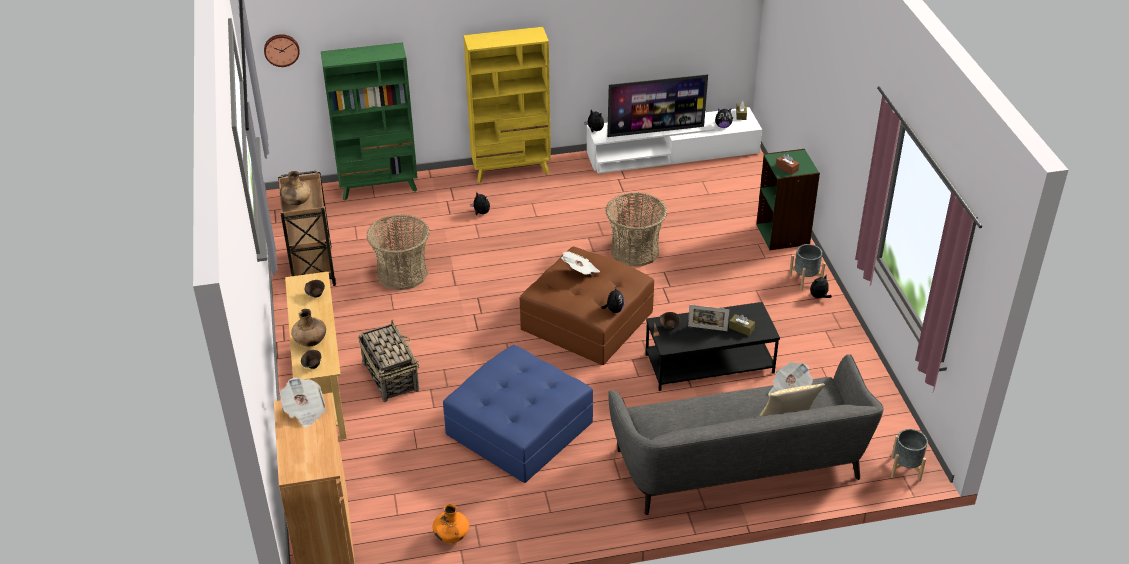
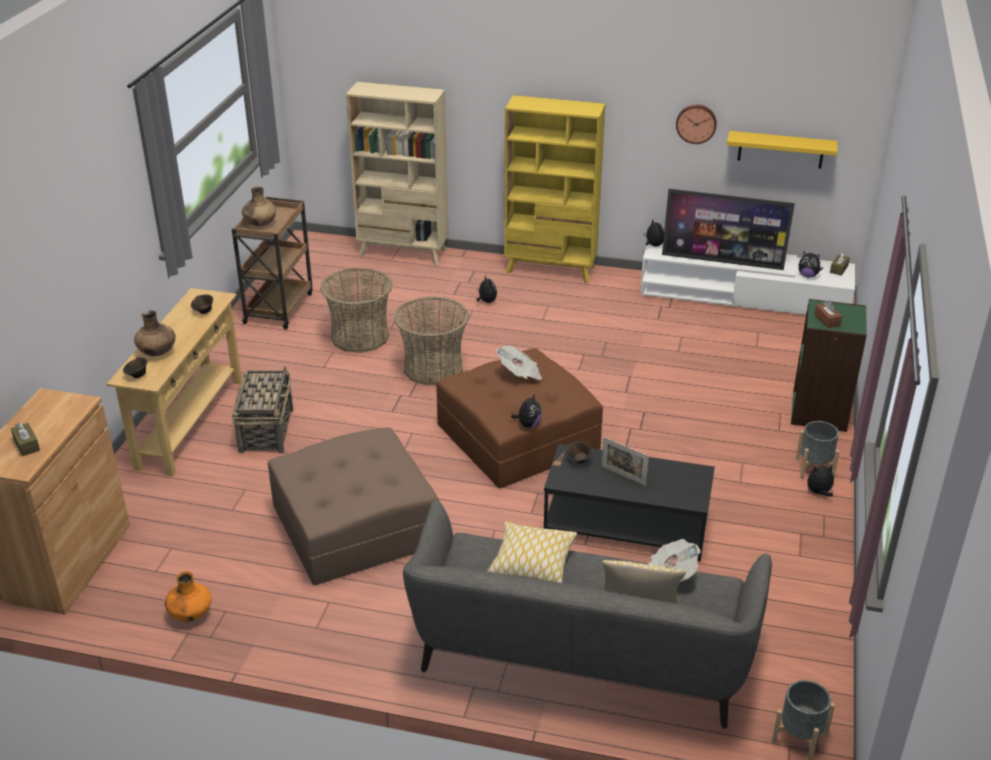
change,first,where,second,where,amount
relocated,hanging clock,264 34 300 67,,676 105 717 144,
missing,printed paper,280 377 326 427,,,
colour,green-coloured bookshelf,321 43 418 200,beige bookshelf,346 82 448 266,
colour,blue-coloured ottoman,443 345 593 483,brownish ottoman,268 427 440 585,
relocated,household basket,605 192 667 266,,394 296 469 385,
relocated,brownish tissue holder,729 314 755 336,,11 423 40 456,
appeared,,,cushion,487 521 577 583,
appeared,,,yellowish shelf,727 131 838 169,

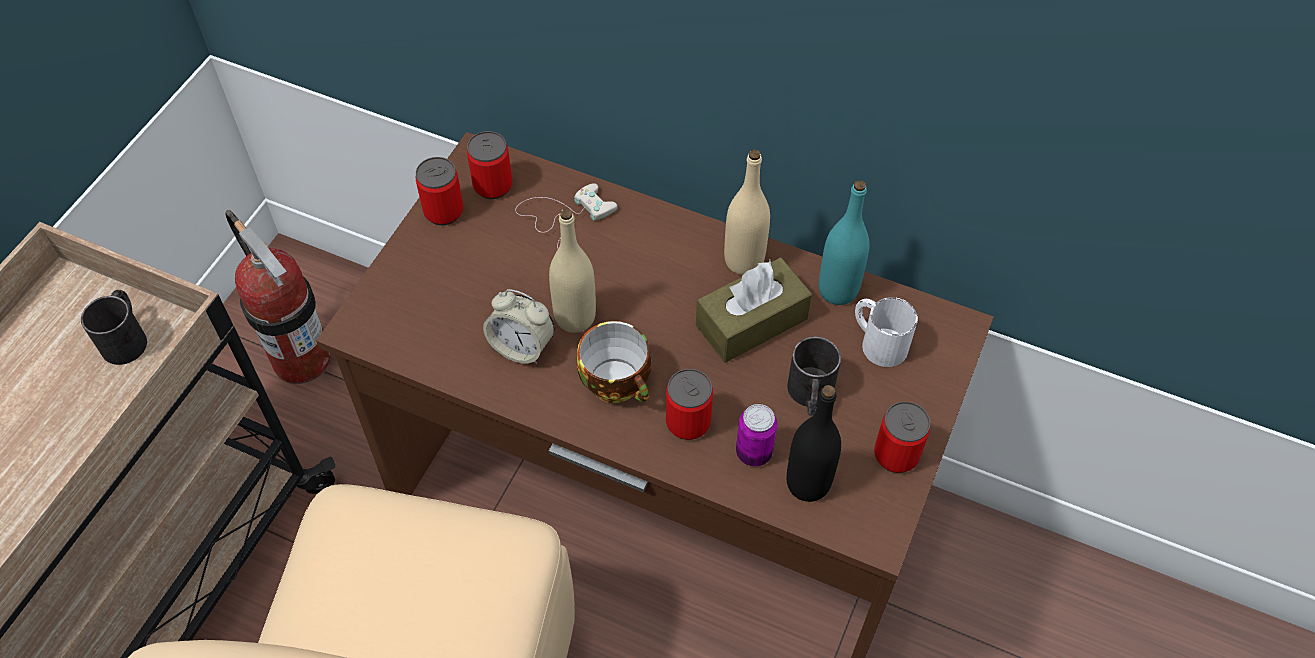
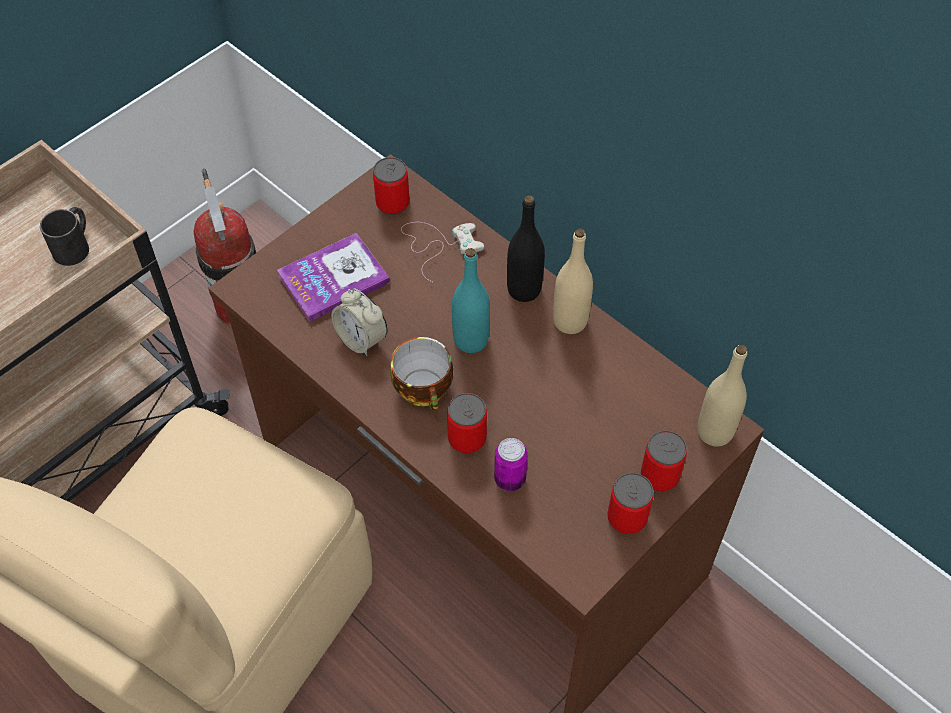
change,first,where,second,where,amount
relocated,metal can,416 157 464 226,,641 430 687 492,
relocated,beige beverage bottle,549 209 596 333,,698 345 747 447,
missing,brownish tissue holder,696 258 812 363,,,
missing,black-coloured mug,787 337 841 416,,,
relocated,black-coloured beverage bottle,787 385 841 502,,507 195 545 302,
relocated,turquoise beverage bottle,819 180 870 305,,452 248 490 353,
missing,white-coloured mug,855 297 918 367,,,
appeared,,,volume,277 233 390 322,

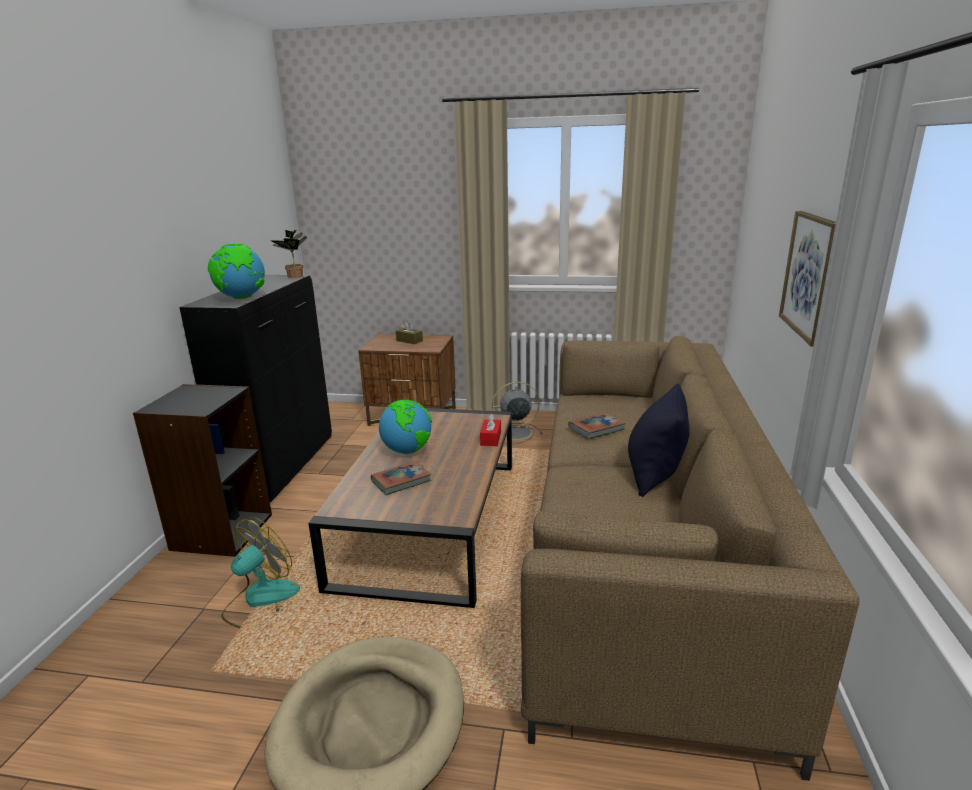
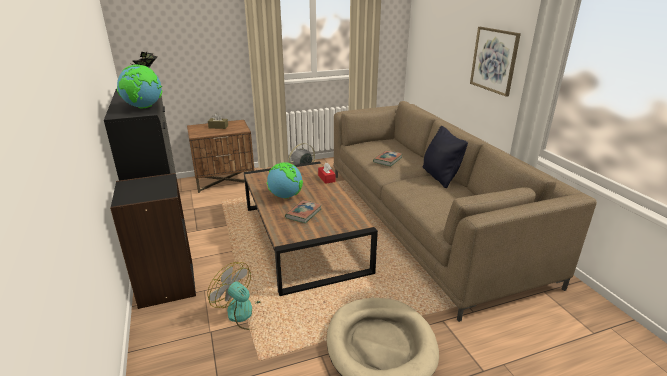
change,first,where,second,where,amount
spun,cooling fan,221 517 300 628,,207 262 261 330,60 degrees counterclockwise

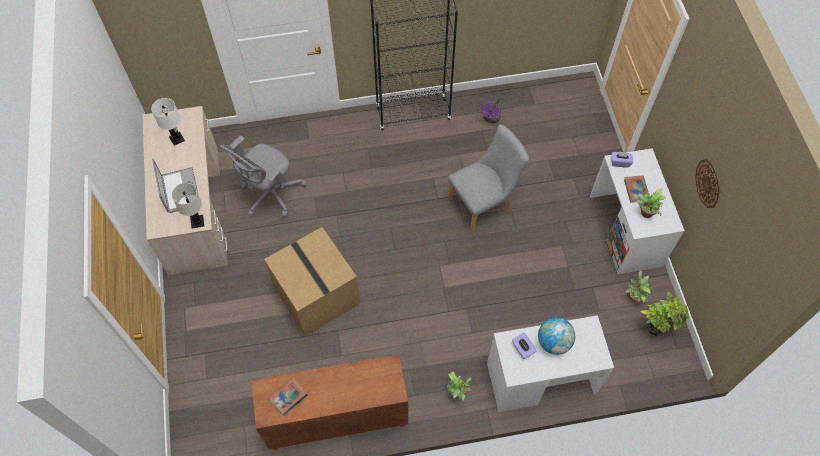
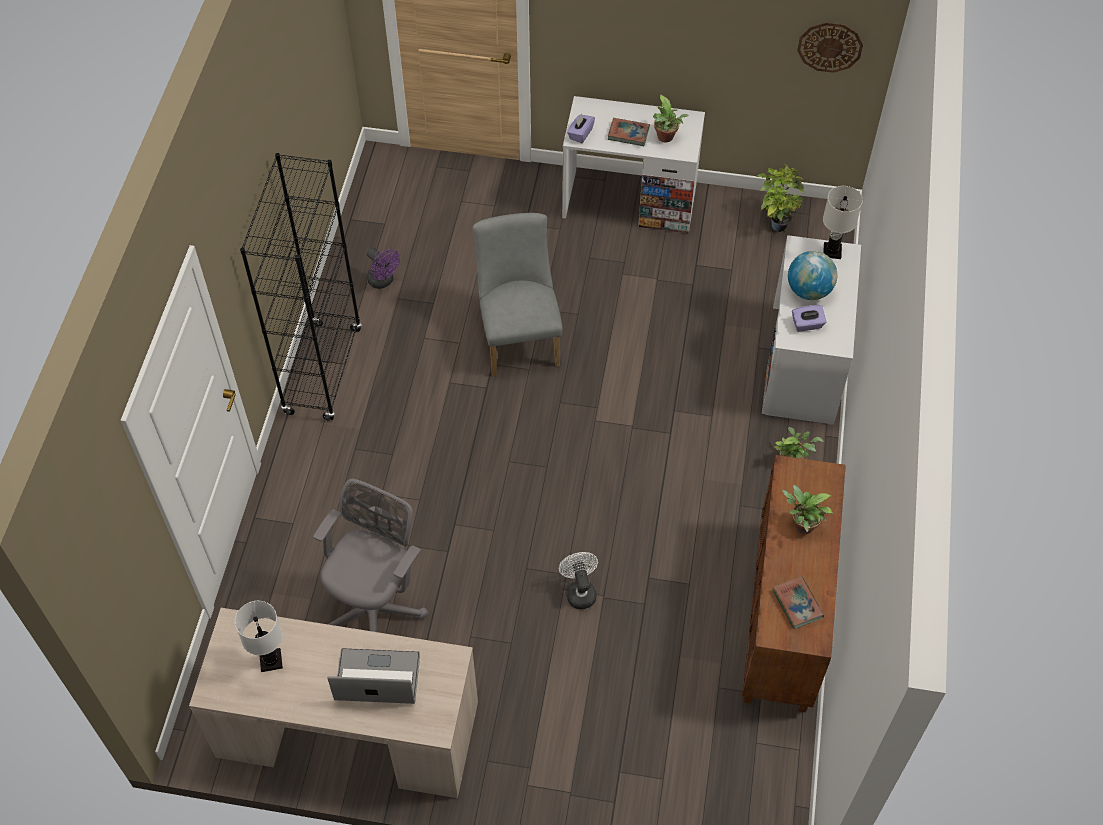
change,first,where,second,where,amount
relocated,white-coloured tabletop lamp,172 183 204 229,,823 186 863 259,
spun,greyish office chair,221 135 307 217,,313 479 429 632,120 degrees counterclockwise
exchanged,packing box,264 227 360 336,white-coloured cooling fan,559 552 598 609,
relocated,plant in a pot,626 270 651 303,,781 485 833 534,
relocated,hanging clock,695 159 720 208,,797 22 863 73,

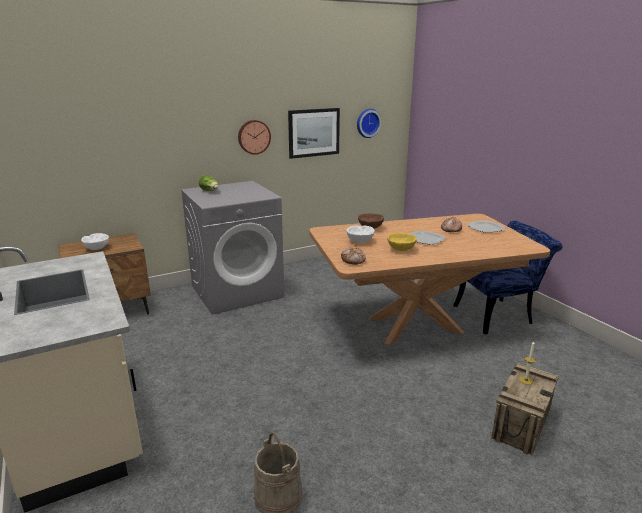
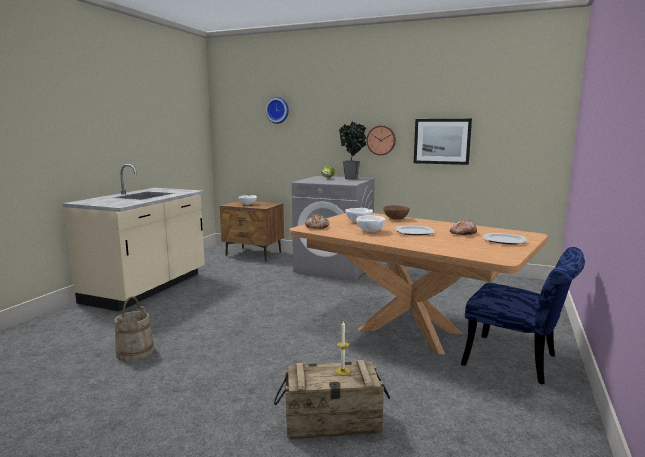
change,first,where,second,where,amount
relocated,hanging clock,357 109 382 138,,265 97 289 124,
colour,yellowish deep dish,387 233 417 251,white-coloured deep dish,356 215 385 232,
appeared,,,plant in a pot,339 122 366 179,

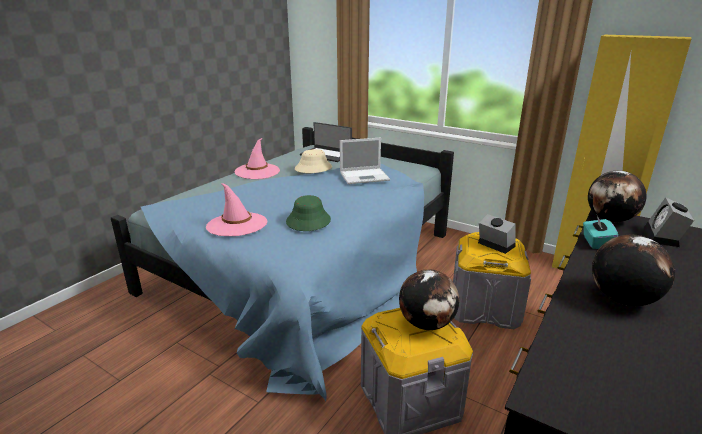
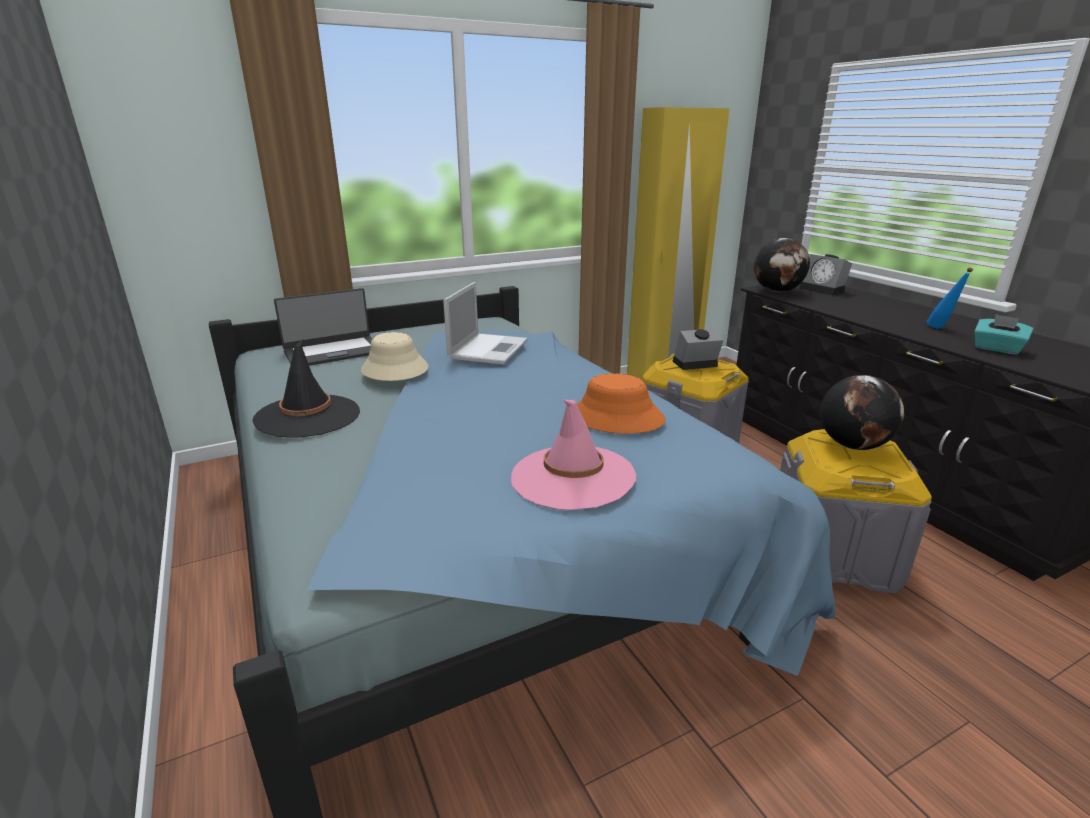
change,first,where,second,where,amount
colour,pinkish wearable hat,234 138 280 179,black-coloured wearable hat,252 338 360 438,
colour,green-coloured wearable hat,286 195 331 231,orange-coloured wearable hat,577 374 666 434,
relocated,turquoise tissue holder,583 216 618 249,,974 314 1033 355,
exchanged,desk globe,592 235 675 306,blue-coloured beverage bottle,927 268 973 329,

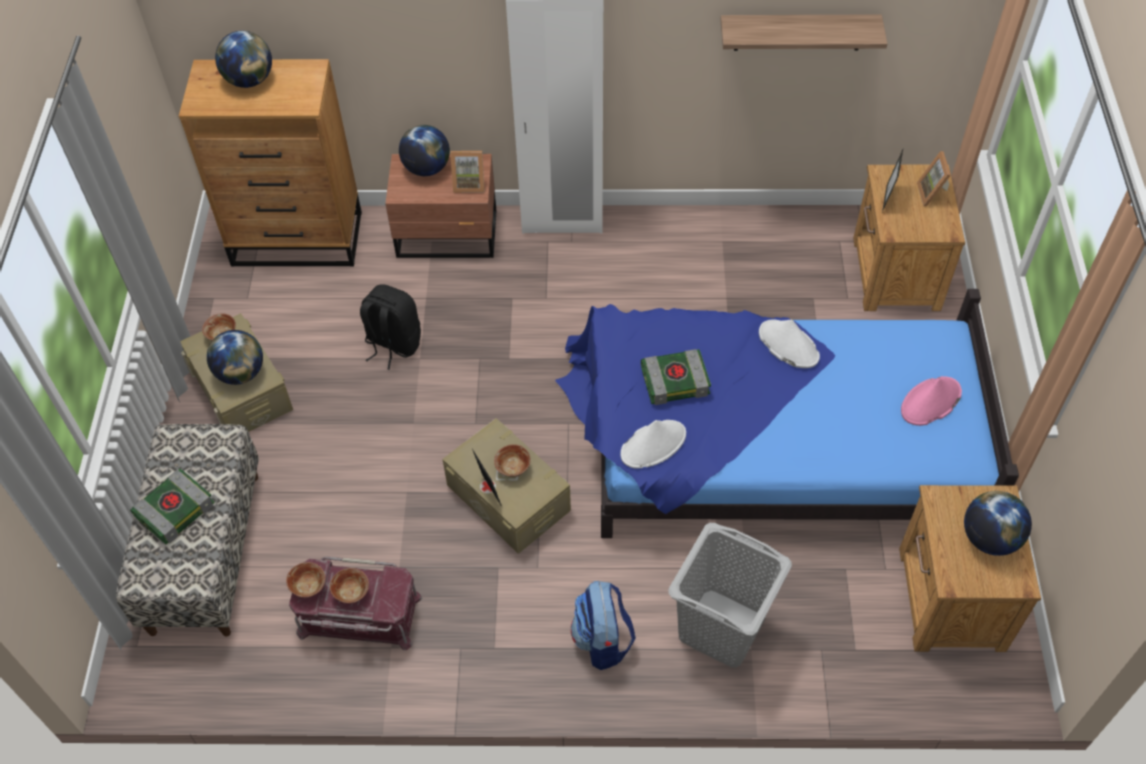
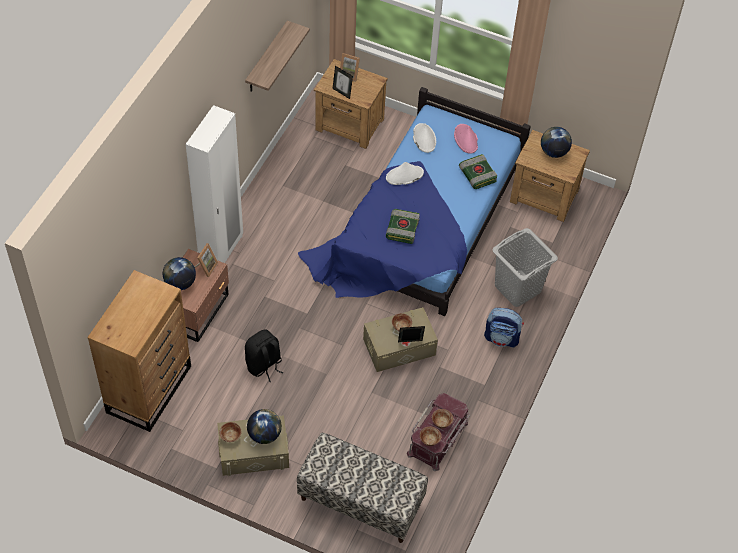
change,first,where,second,where,amount
relocated,volume,130 469 215 544,,459 154 497 189,
missing,desk globe,215 31 272 88,,,
relocated,white-coloured wearable hat,620 420 686 468,,413 123 436 153,

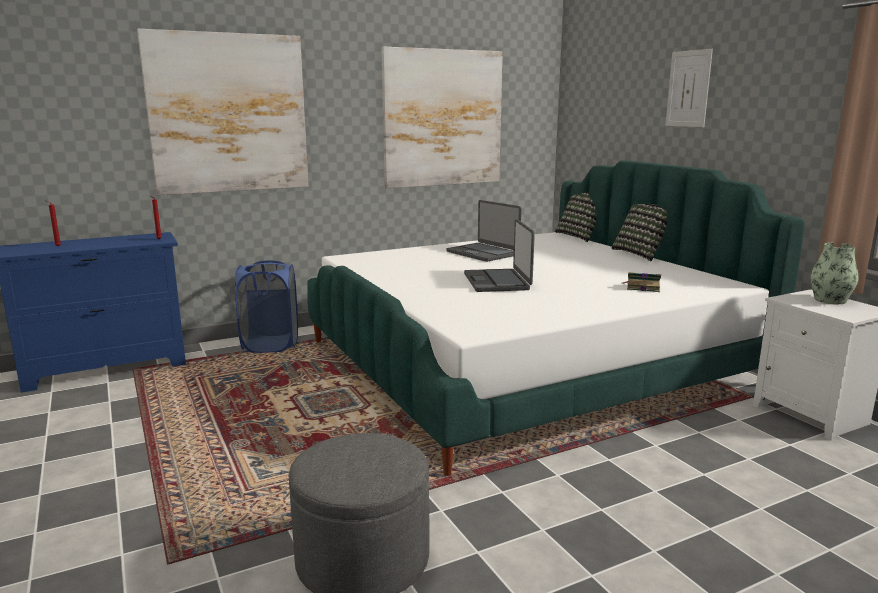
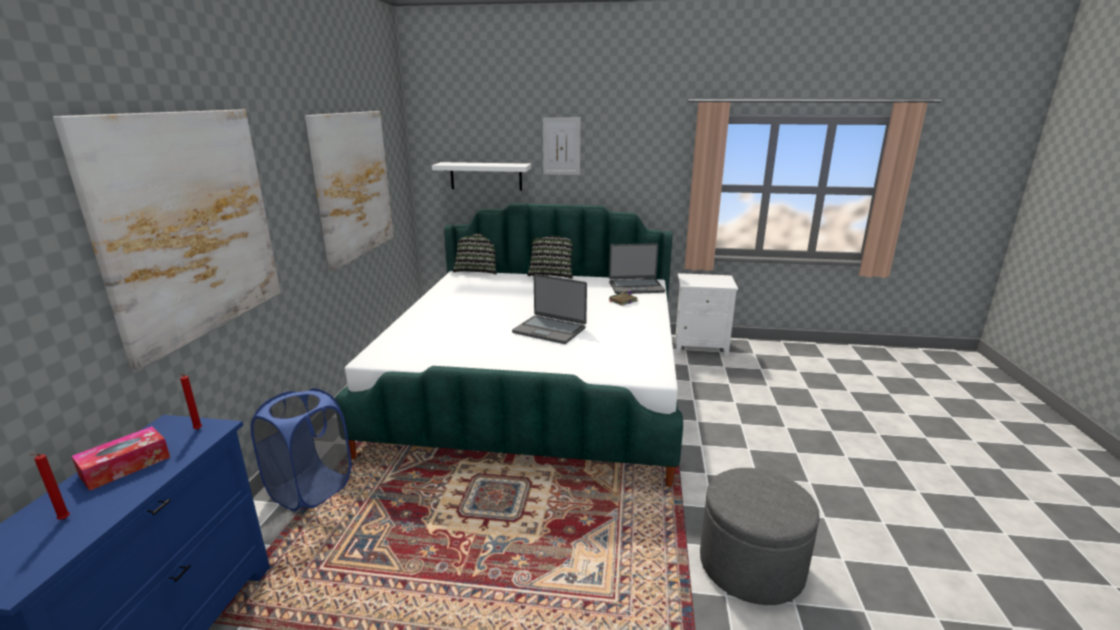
change,first,where,second,where,amount
relocated,laptop,446 200 521 262,,609 243 665 294,
missing,decorative vase,810 243 859 304,,,
appeared,,,tissue holder,72 426 170 491,
appeared,,,white-coloured shelf,432 162 531 191,

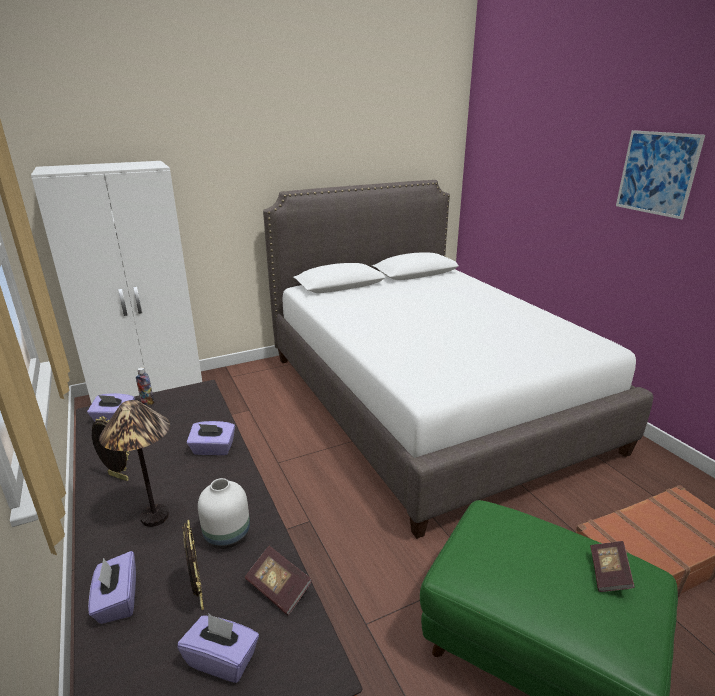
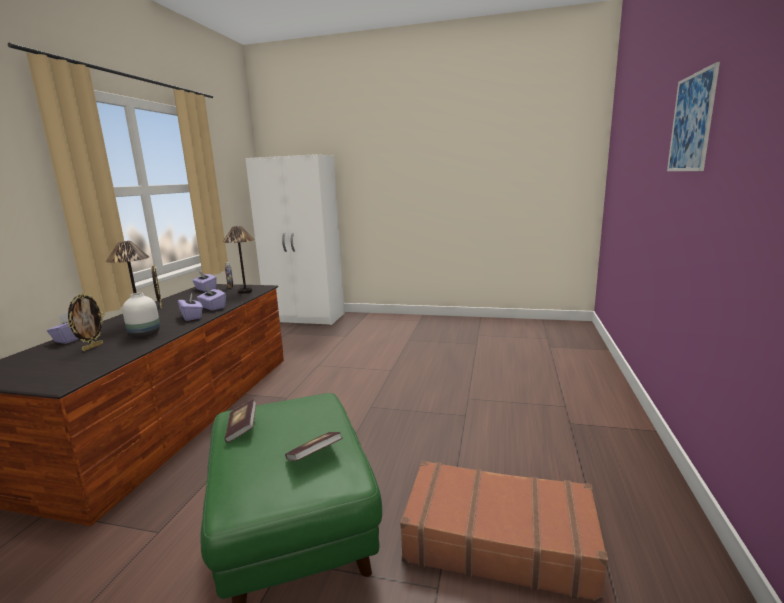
change,first,where,second,where,amount
relocated,purplish tissue holder,177 613 259 683,,178 294 203 321,
relocated,volume,245 546 312 615,,225 399 257 443,
missing,white-coloured bed,263 180 653 539,,,
appeared,,,tabletop lamp,223 226 255 294,

